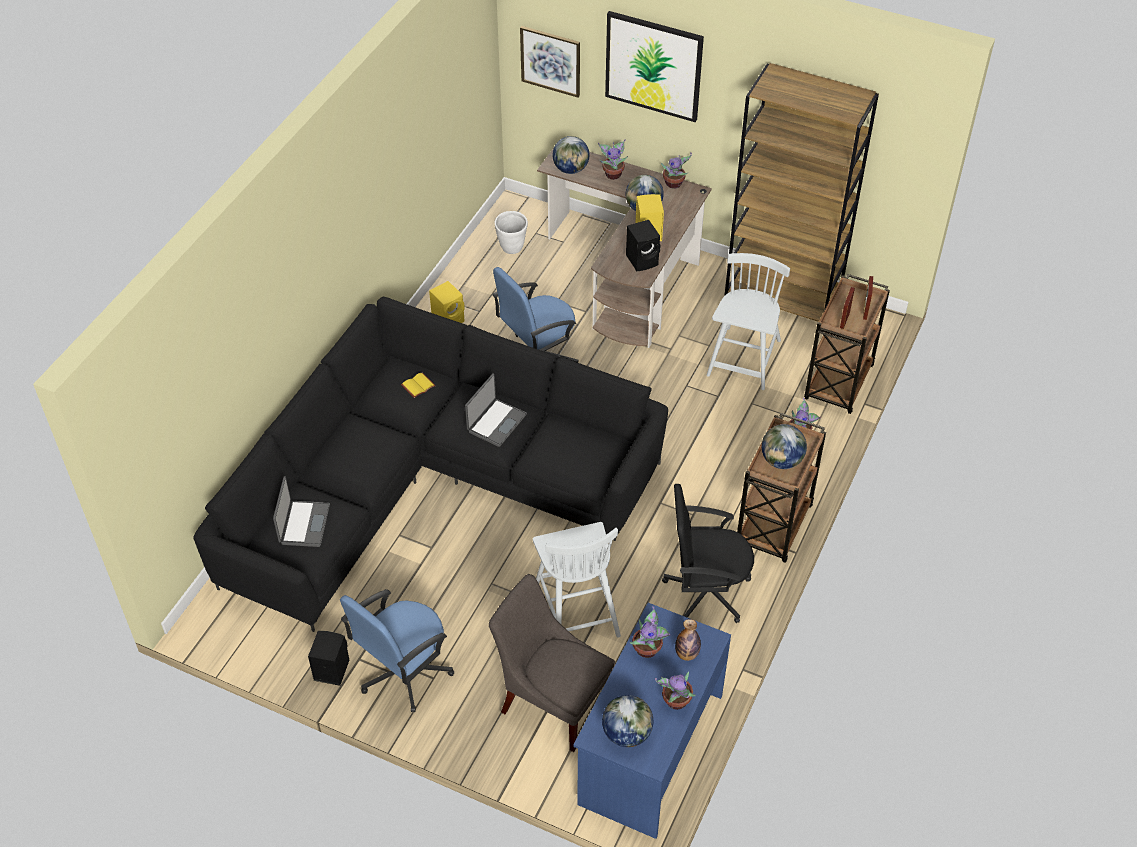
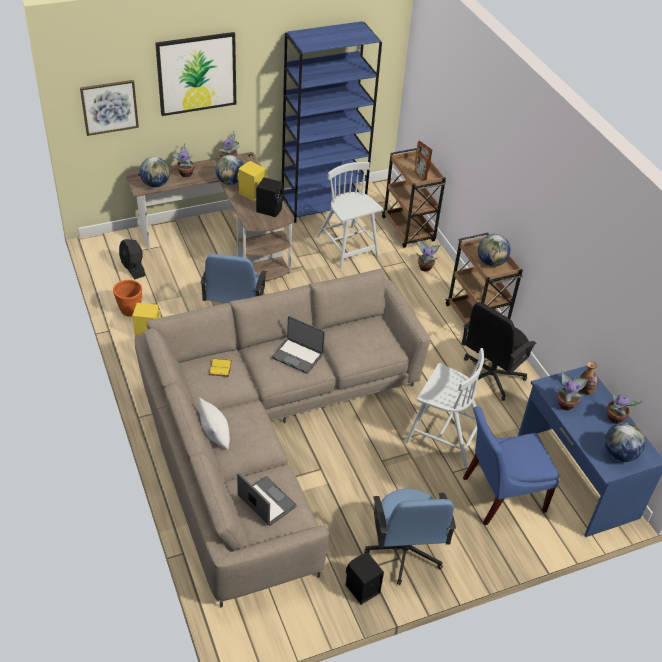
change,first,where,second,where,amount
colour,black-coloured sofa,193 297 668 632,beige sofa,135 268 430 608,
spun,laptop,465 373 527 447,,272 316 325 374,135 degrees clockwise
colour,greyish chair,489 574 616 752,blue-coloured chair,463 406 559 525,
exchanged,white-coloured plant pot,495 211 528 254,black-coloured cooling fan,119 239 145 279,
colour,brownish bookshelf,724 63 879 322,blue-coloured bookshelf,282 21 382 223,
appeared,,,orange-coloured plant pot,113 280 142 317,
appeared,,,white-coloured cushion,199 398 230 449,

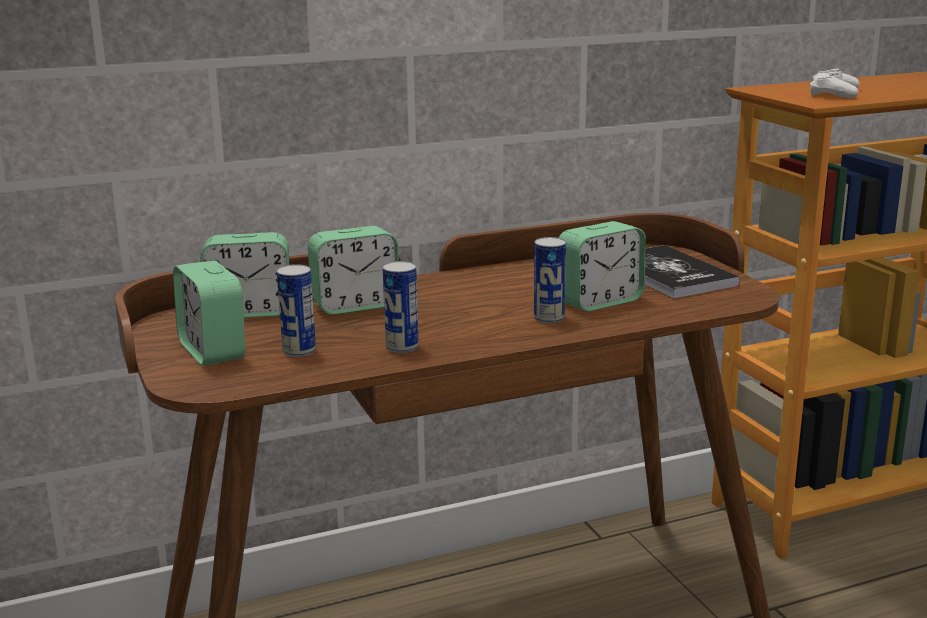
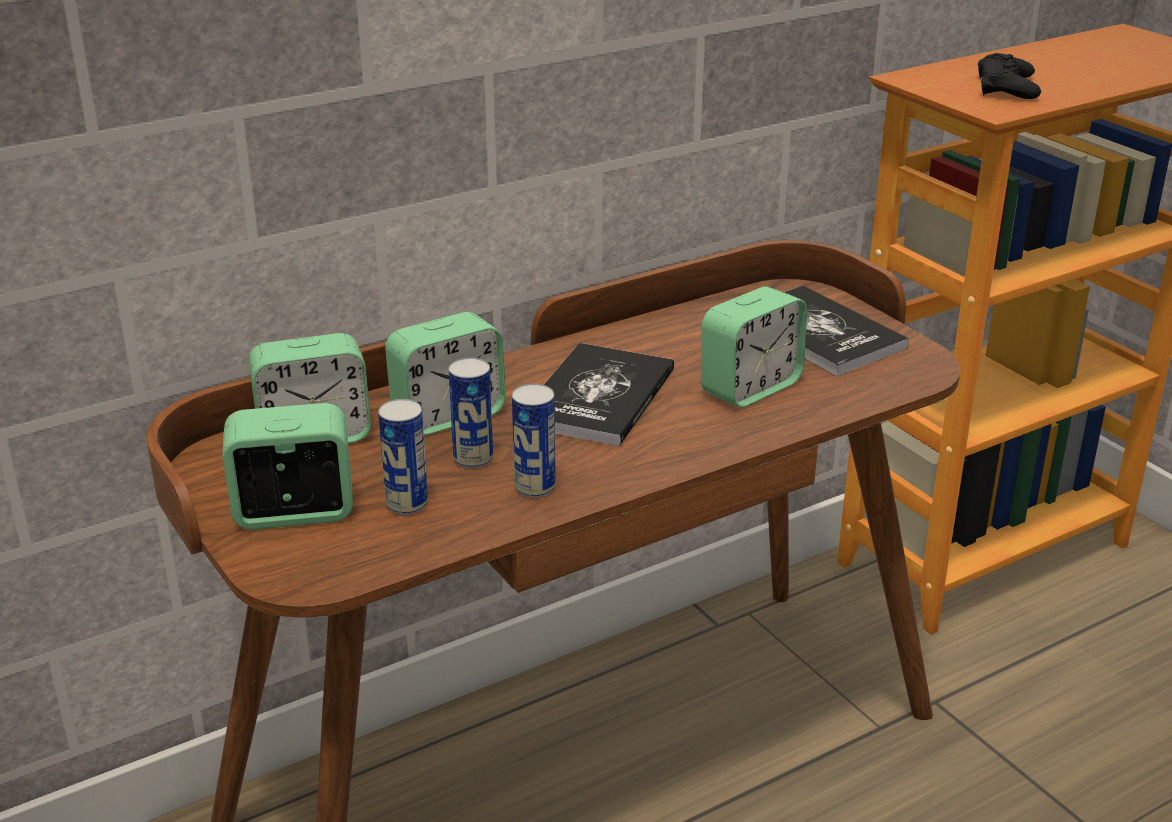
change,first,where,second,where,amount
spun,bedside clock,173 261 245 366,,223 403 353 530,120 degrees clockwise
relocated,metal can,534 237 566 323,,449 358 493 468,
colour,white-coloured joypad,810 68 860 98,black-coloured joypad,978 53 1041 99,
appeared,,,volume,544 343 674 446,

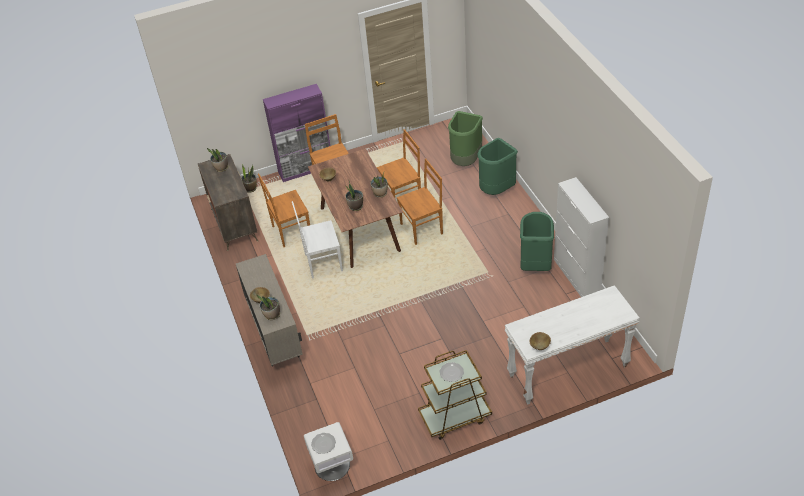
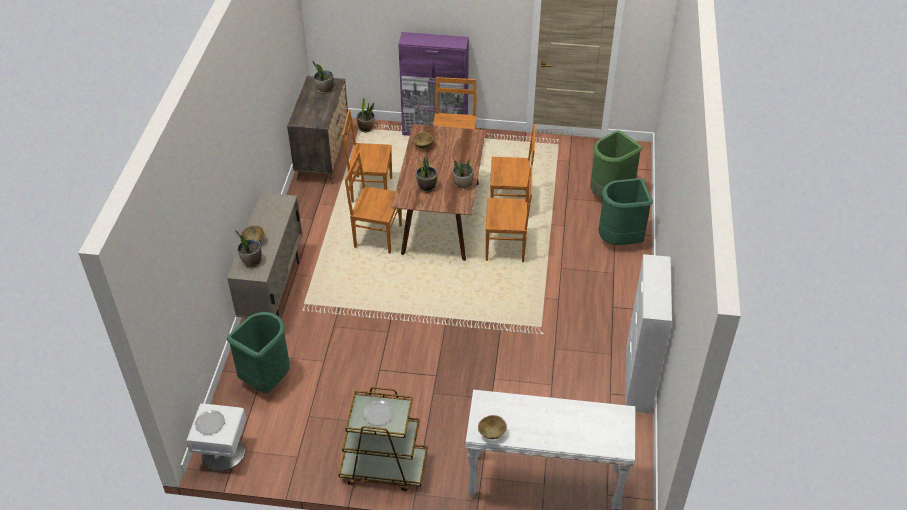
change,first,where,second,where,amount
colour,white-coloured chair,292 201 343 279,brownish chair,345 152 402 254,
relocated,green-coloured trash can,520 212 554 271,,227 312 290 394,

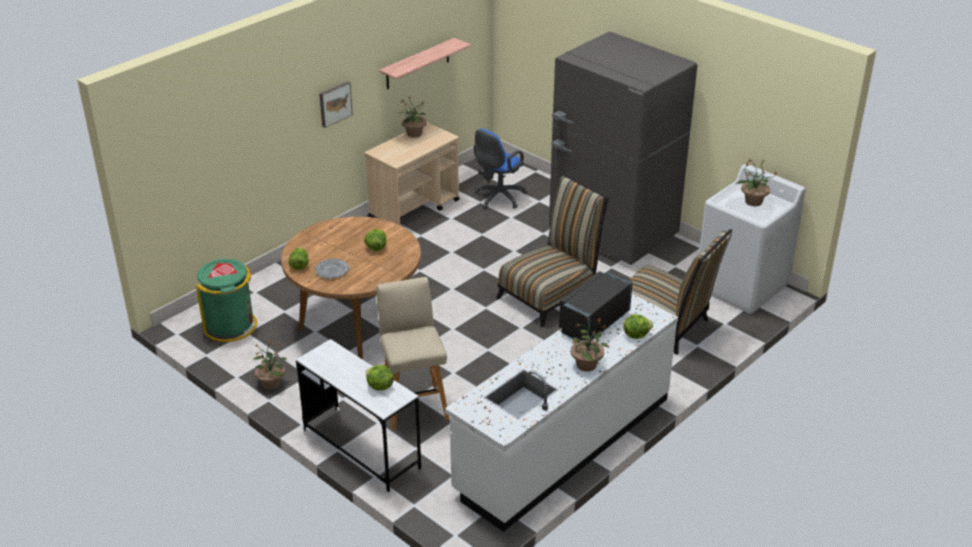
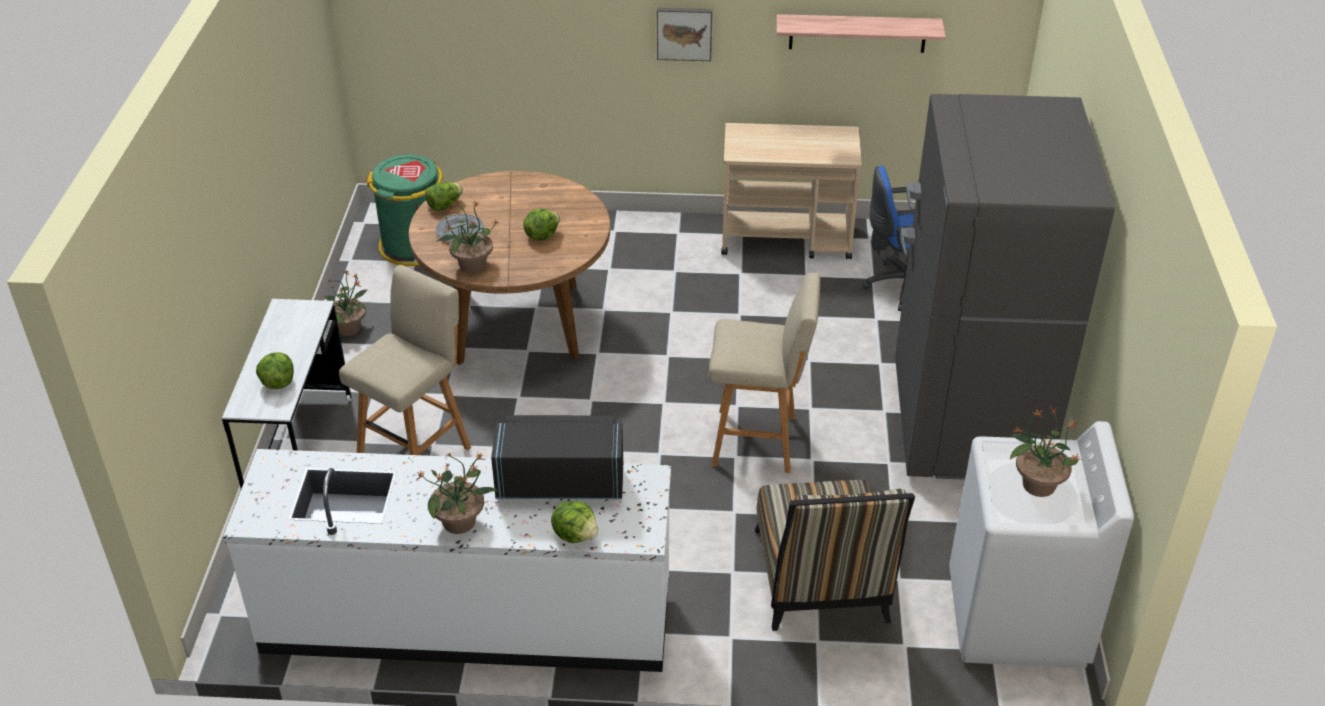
change,first,where,second,where,amount
relocated,plant in a pot,398 96 426 138,,436 200 498 273,
exchanged,chair,496 173 609 327,beige stool,708 273 820 473,

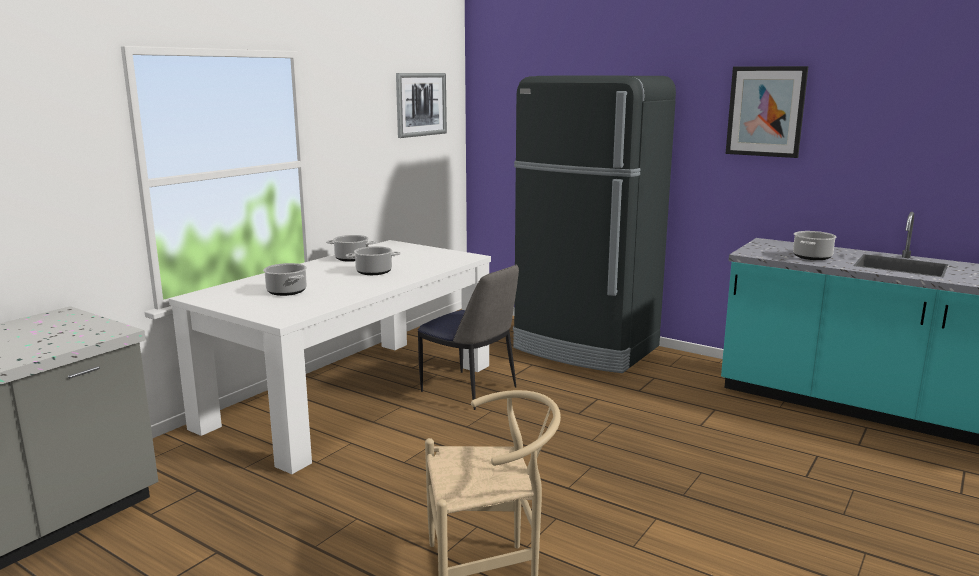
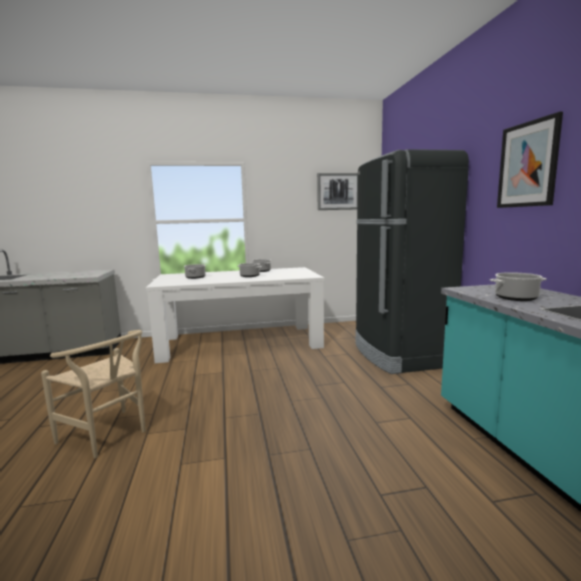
change,first,where,second,where,amount
missing,chair,418 265 519 410,,,

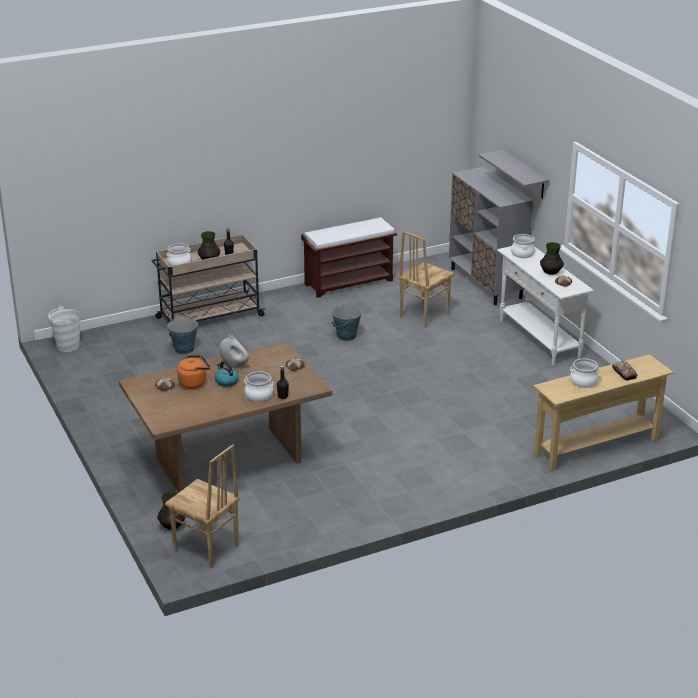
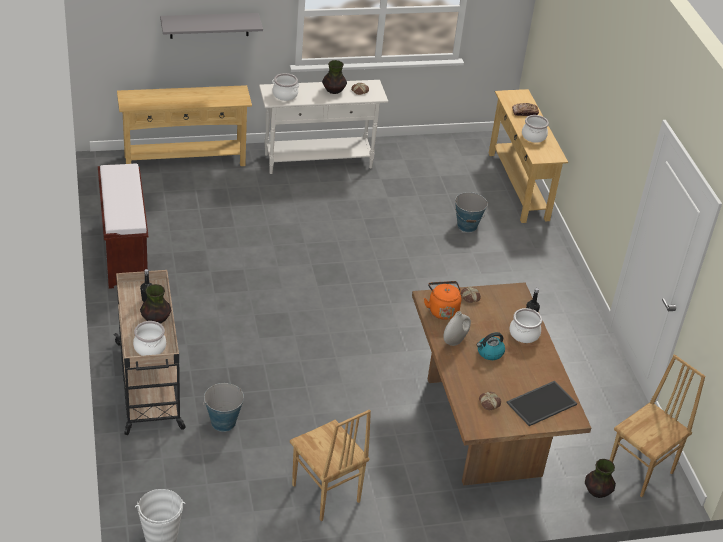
change,first,where,second,where,amount
relocated,orange-coloured water kettle,177 355 210 389,,424 281 461 320,
relocated,bucket,332 304 362 341,,455 192 488 232,
relocated,brownish chair,398 231 454 328,,290 410 371 521,
exchanged,greyish storage cabinet,449 167 533 305,beige hall table,117 85 252 166,
appeared,,,carrying tray,507 381 577 426,

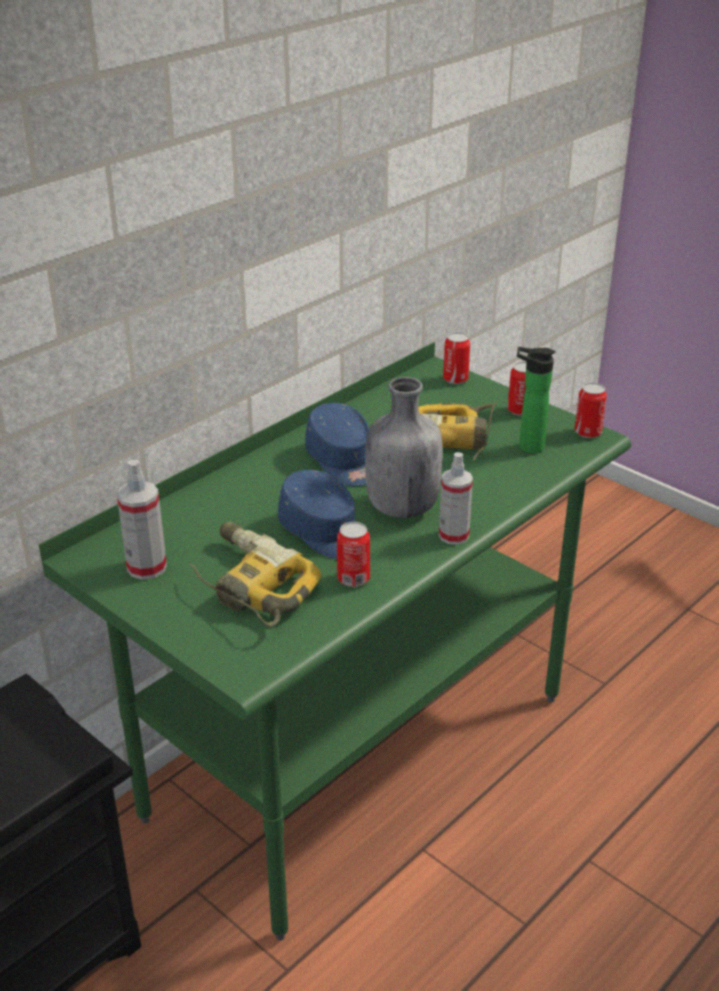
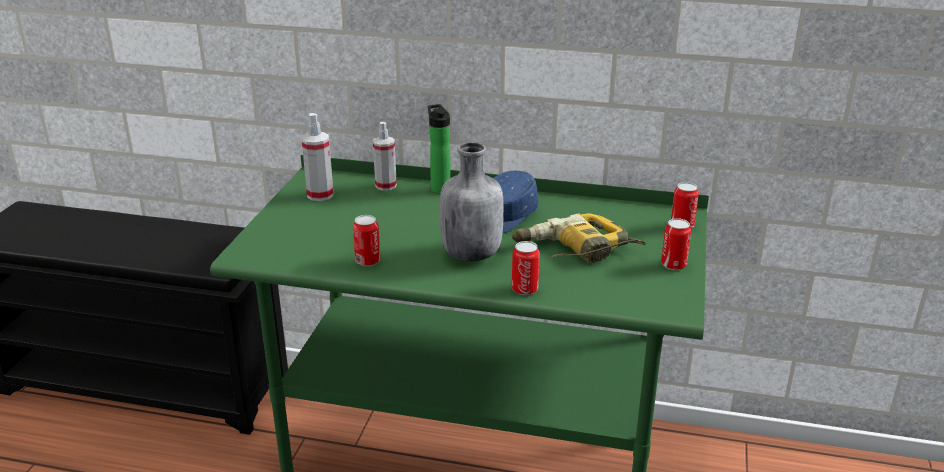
change,first,where,second,where,amount
missing,power drill,190 522 321 628,,,
missing,blue-coloured baseball cap,278 470 355 559,,,
relocated,sprayer,439 452 473 545,,373 122 397 191,
relocated,beverage bottle,517 347 555 454,,428 104 451 194,
relocated,metal can,575 383 607 438,,512 241 540 295,

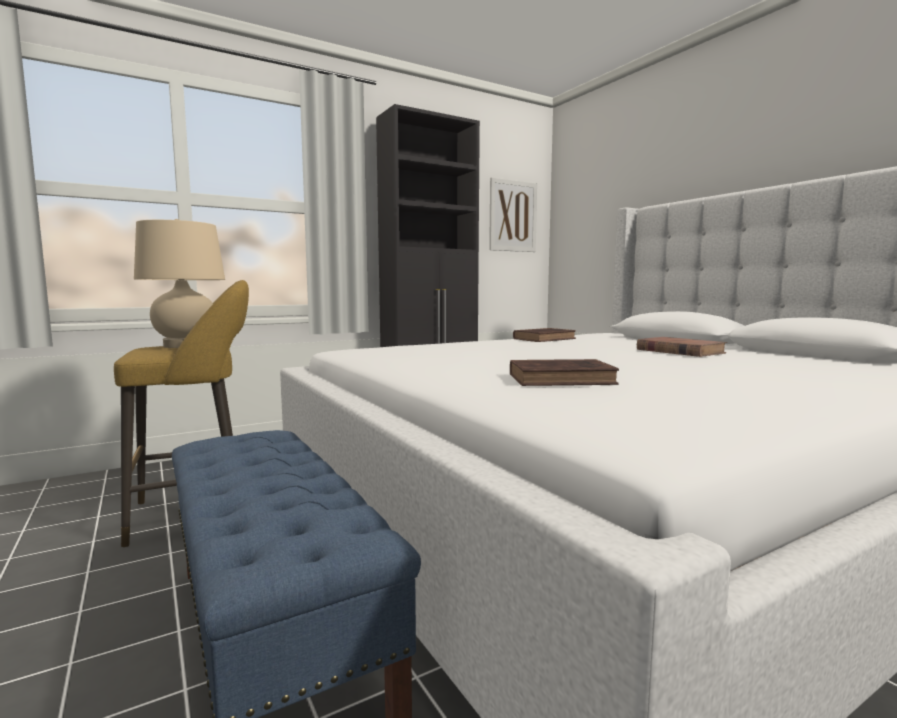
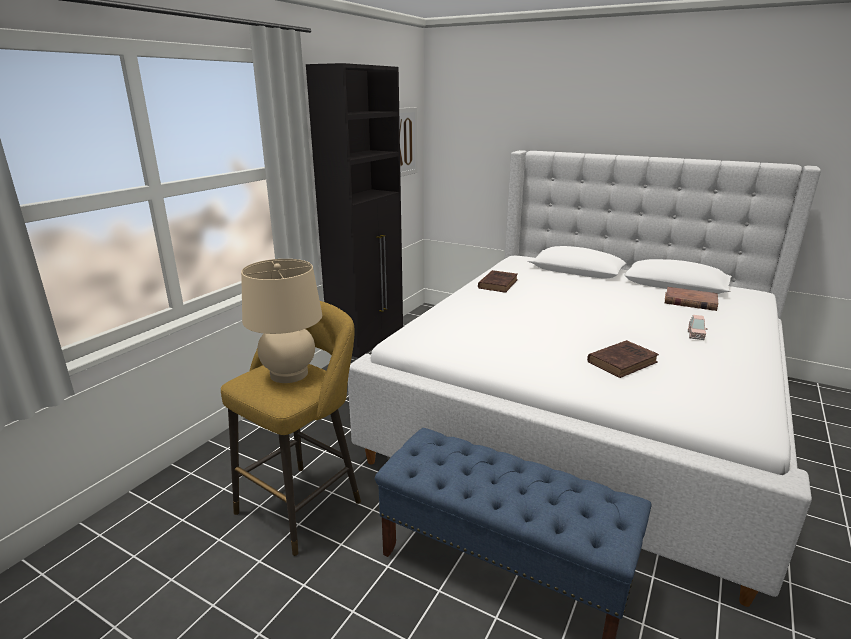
change,first,where,second,where,amount
relocated,brownish volume,637 337 727 357,,665 287 718 311,
appeared,,,pinkish miniature car,688 315 708 340,

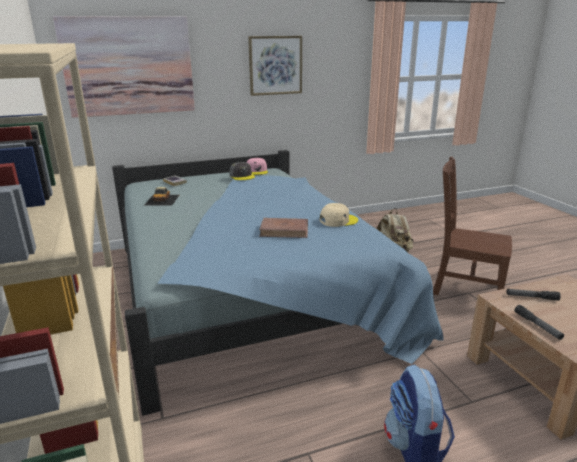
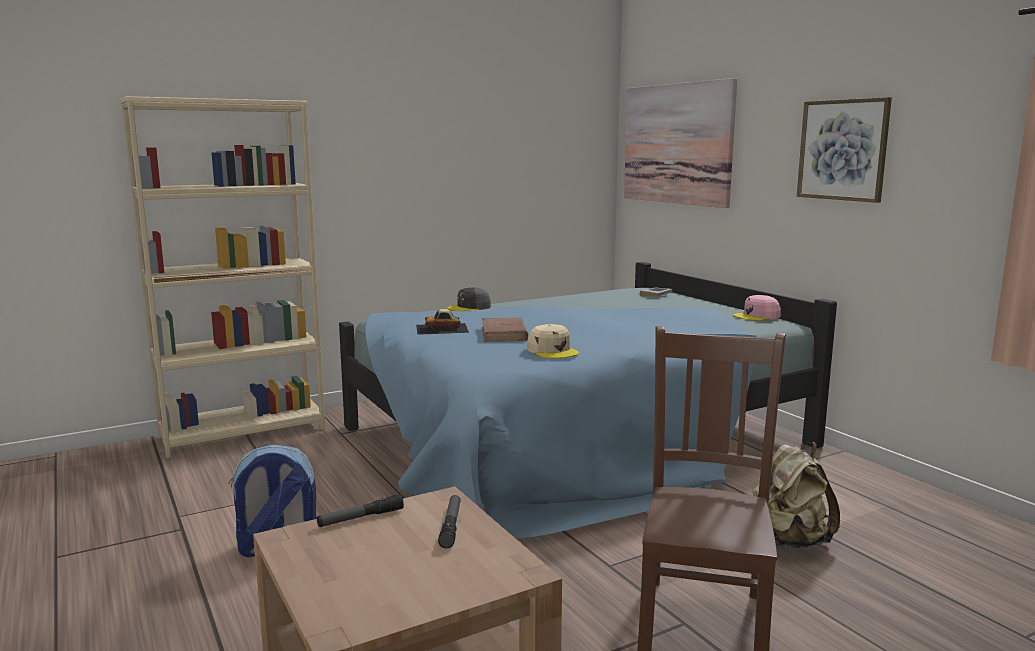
change,first,where,second,where,amount
relocated,miniature car,144 187 179 206,,416 309 469 335,
relocated,greyish baseball cap,229 162 255 180,,447 287 491 311,

